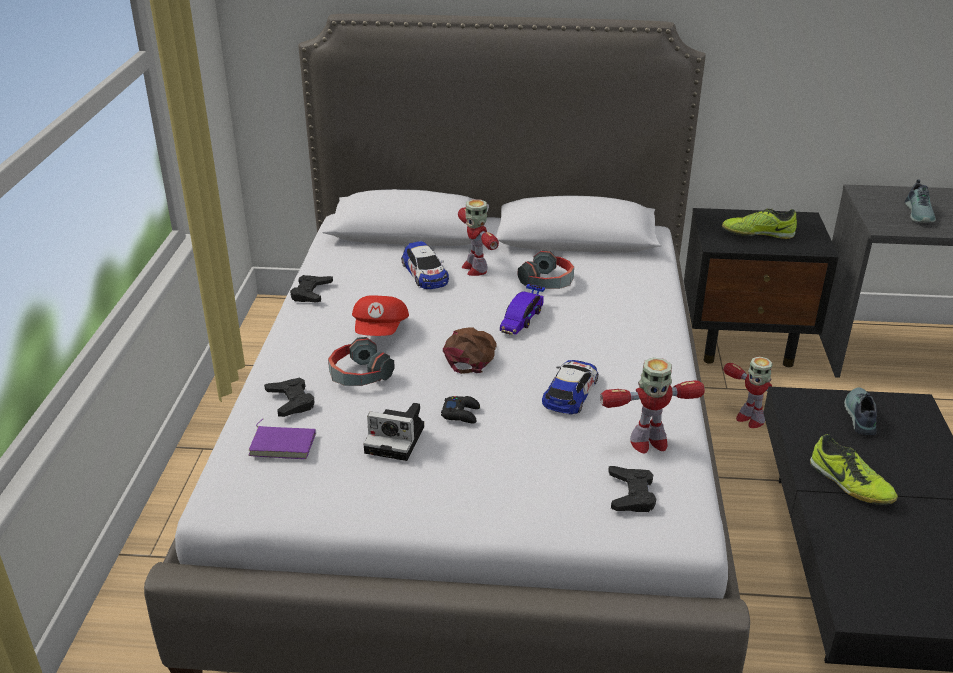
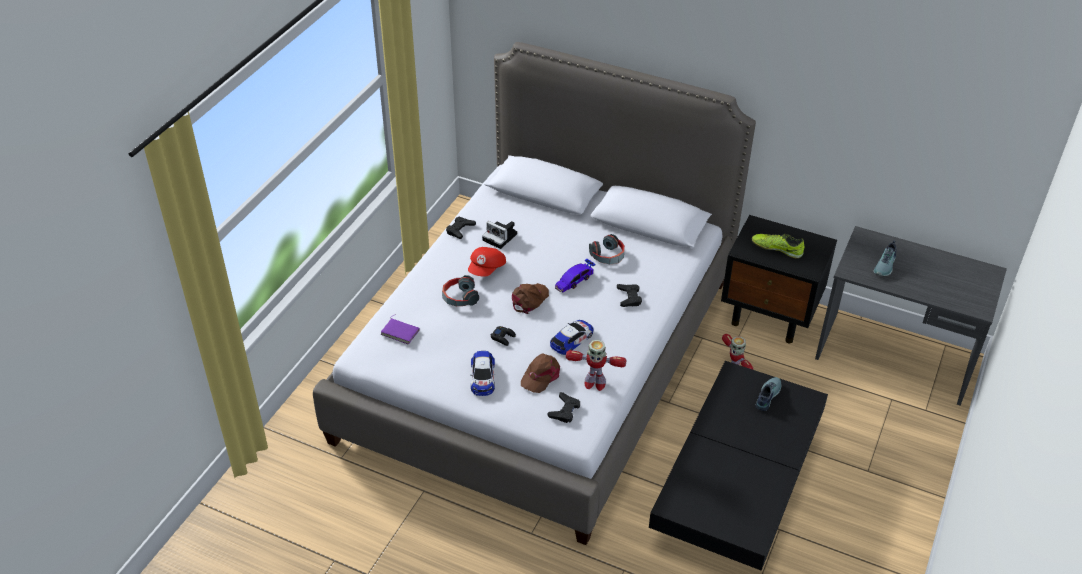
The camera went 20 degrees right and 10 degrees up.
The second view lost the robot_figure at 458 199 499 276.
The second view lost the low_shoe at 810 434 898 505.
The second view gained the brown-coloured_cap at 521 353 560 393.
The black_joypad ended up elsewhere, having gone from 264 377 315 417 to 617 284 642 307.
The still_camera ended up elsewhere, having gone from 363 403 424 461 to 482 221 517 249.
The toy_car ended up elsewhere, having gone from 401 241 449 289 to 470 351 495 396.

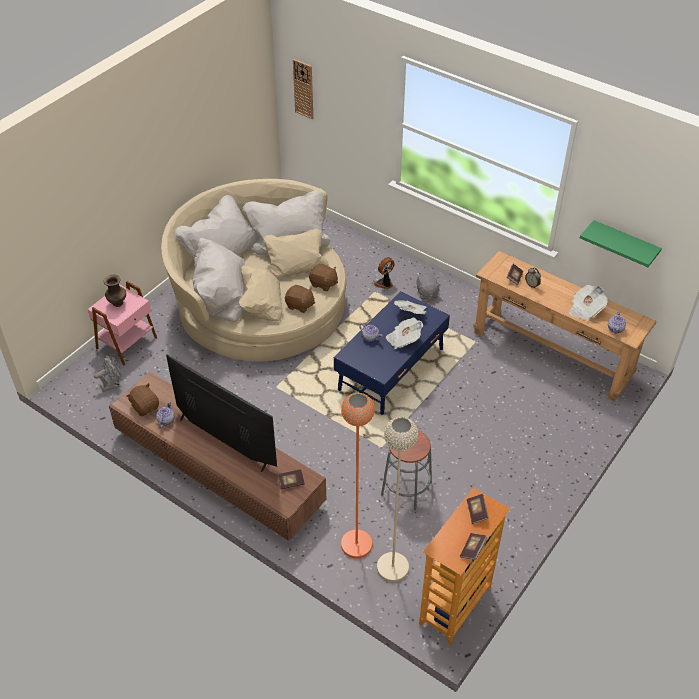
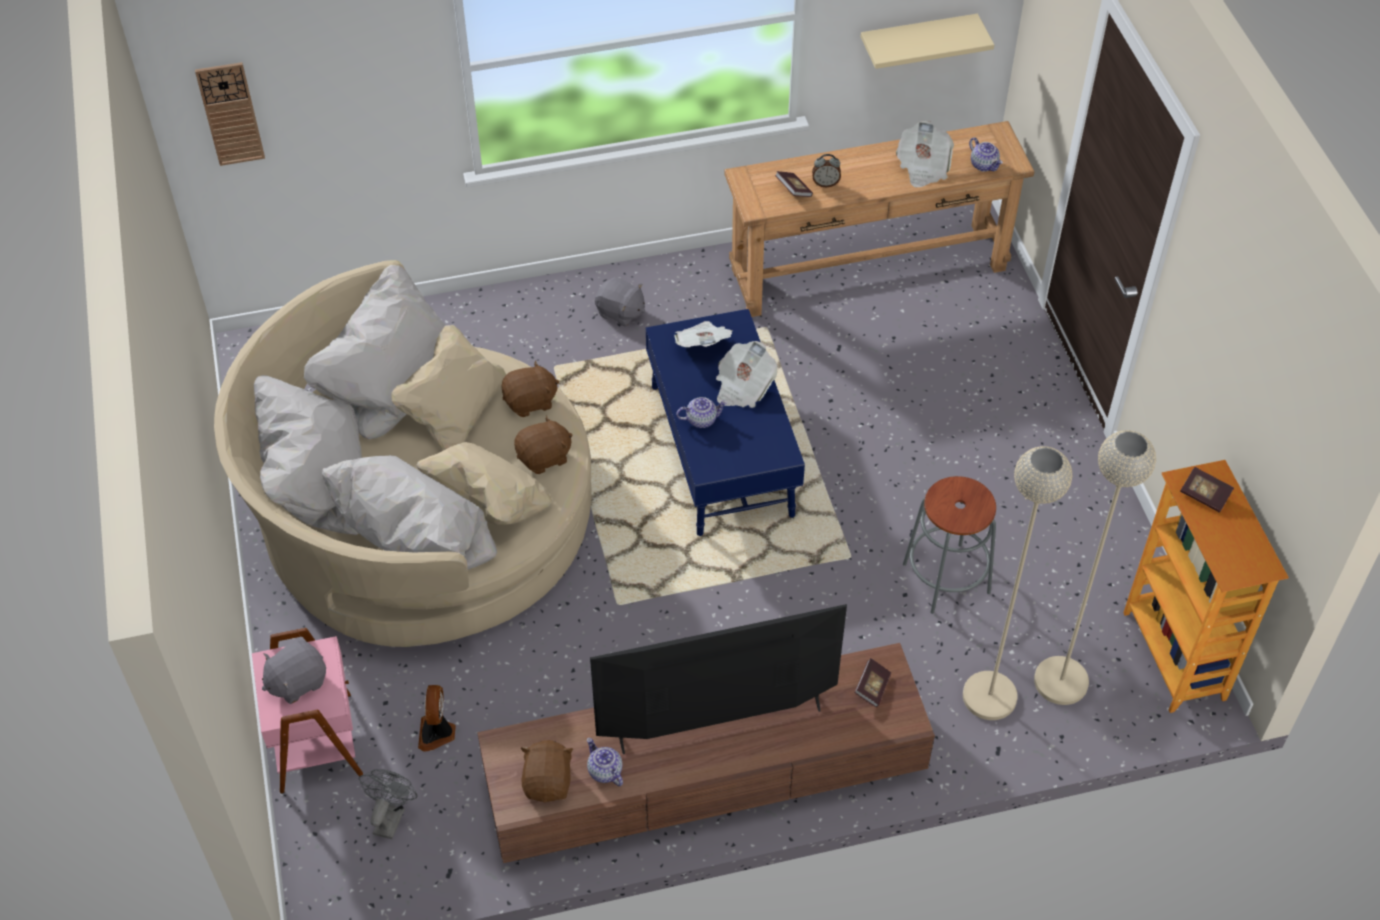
The camera went 50 degrees left and 5 degrees up.
The second view lost the book at 460 533 487 560.
The fan ended up elsewhere, having gone from 374 257 395 289 to 418 685 456 752.
Where the brown-coloured_vase stood at 104 275 126 307, the greyish_cuddly_toy came to stand at 262 641 326 704.
What was the orangey_standard_lamp at 341 393 375 558 turned into the sand-coloured_standard_lamp at 963 446 1072 720.
What was the green-coloured_bracket_shelf at 580 220 662 267 turned into the sand-coloured_bracket_shelf at 861 14 994 69.
The brown-coloured_cuddly_toy at 126 383 159 416 ended up facing another way, 90 degrees clockwise from before.

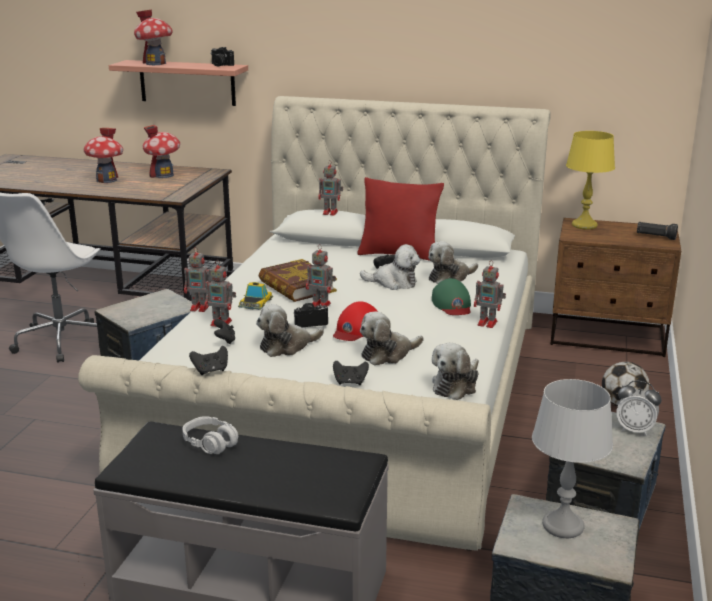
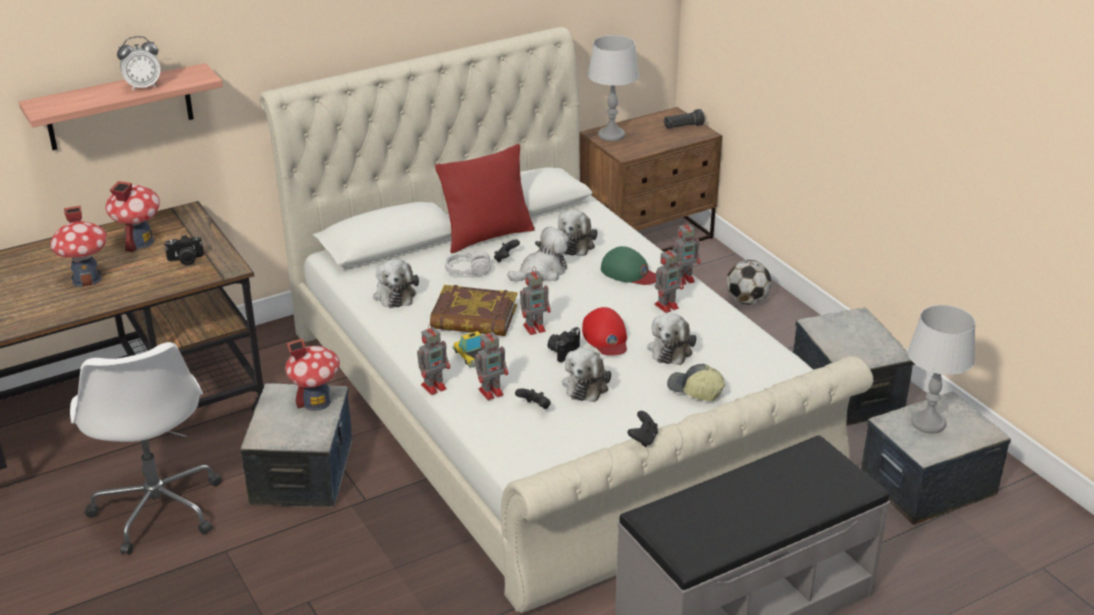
The camera went 45 degrees left and 10 degrees up.
The toy_house ended up elsewhere, having gone from 134 10 173 65 to 285 338 340 411.
The greyish_headphones ended up elsewhere, having gone from 182 416 238 454 to 445 251 491 276.
The still_camera ended up elsewhere, having gone from 211 47 234 66 to 165 235 204 266.
The robot_figure ended up elsewhere, having gone from 318 160 343 215 to 655 246 684 313.
The cuddly_toy ended up elsewhere, having gone from 432 343 479 400 to 373 259 419 308.
The alarm_clock ended up elsewhere, having gone from 616 381 661 436 to 117 36 161 91.
Where the black_joypad stood at 333 361 369 385, the cap came to stand at 667 364 726 401.
What was the yellowish_lamp_for_a_table at 566 131 615 229 turned into the greyish_lamp_for_a_table at 588 35 639 141.

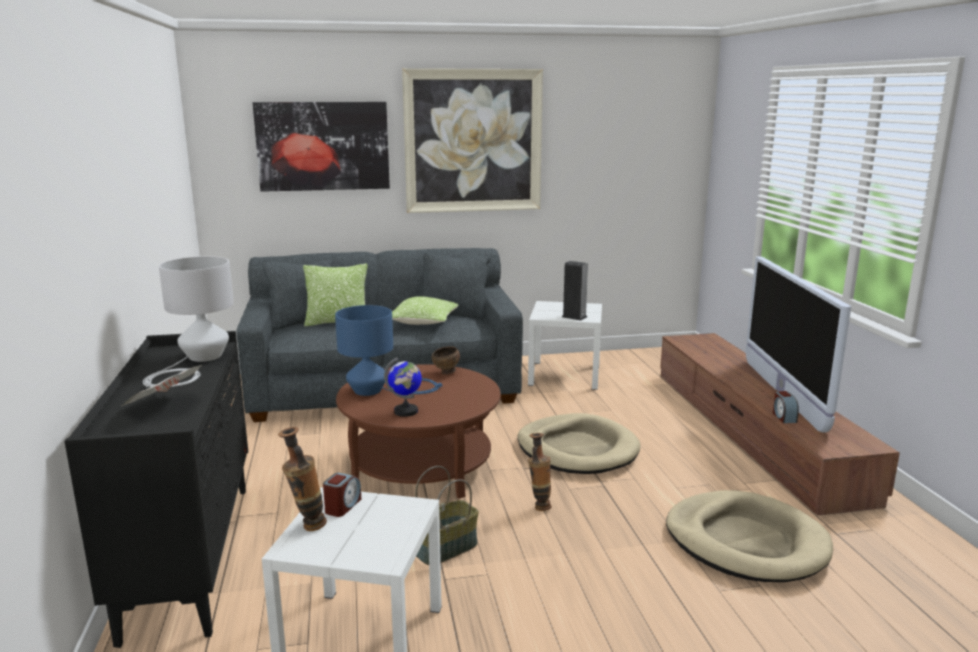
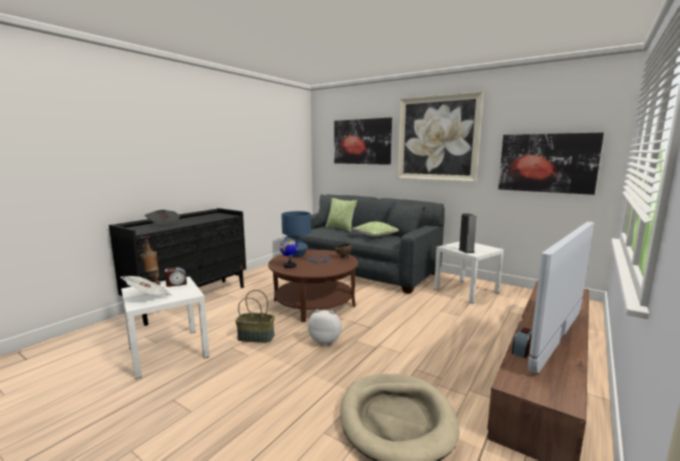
The camera went 45 degrees right and 5 degrees down.
The second view lost the white_lamp_for_a_table at 143 256 234 388.
The second view lost the sand-coloured_pet_bed at 518 413 641 474.
The second view gained the newspaper at 120 276 173 296.
The second view gained the picture at 498 133 604 195.
Where the vase stood at 528 433 551 511, the cuddly_toy came to stand at 308 309 342 345.

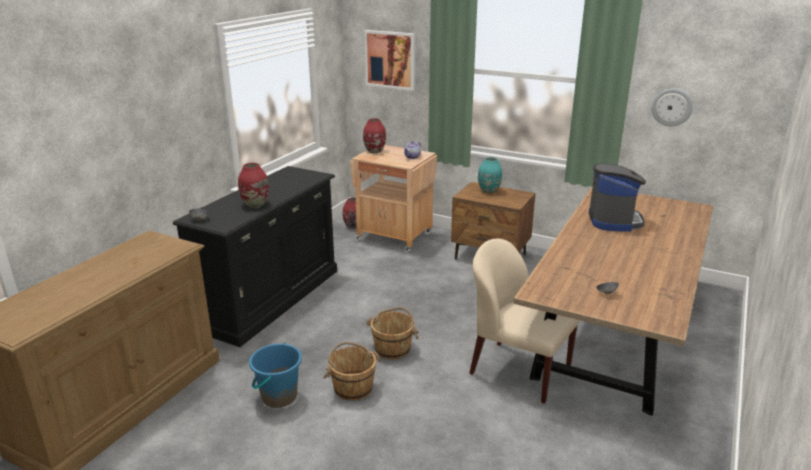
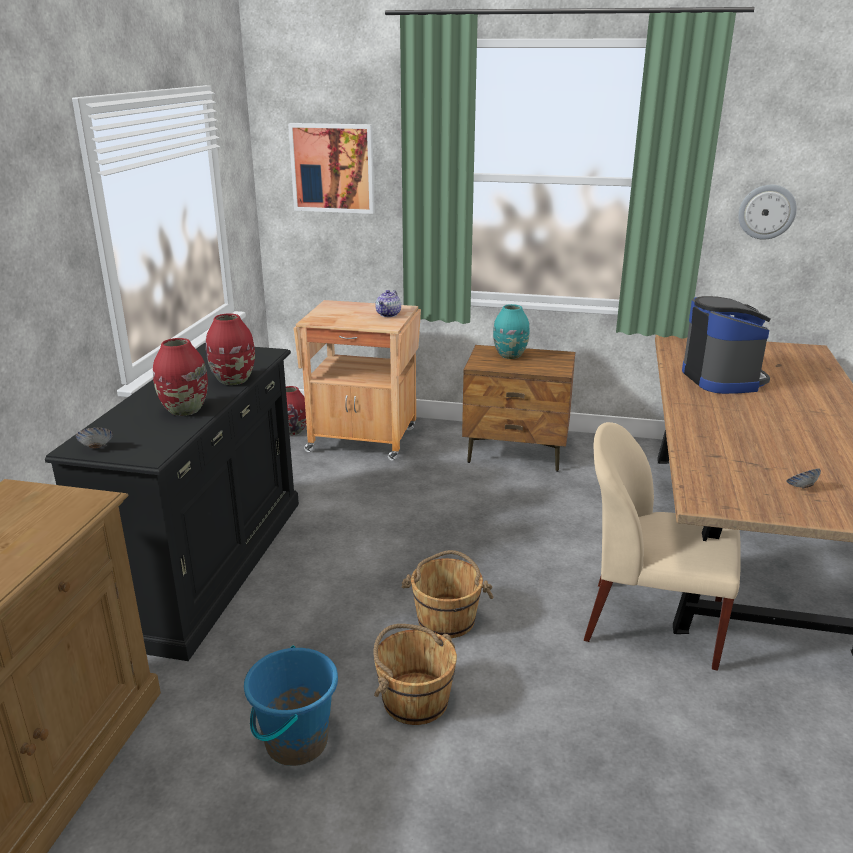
The camera went 15 degrees left and 0 degrees up.
The red-coloured_vase ended up elsewhere, having gone from 363 118 386 153 to 206 313 255 385.

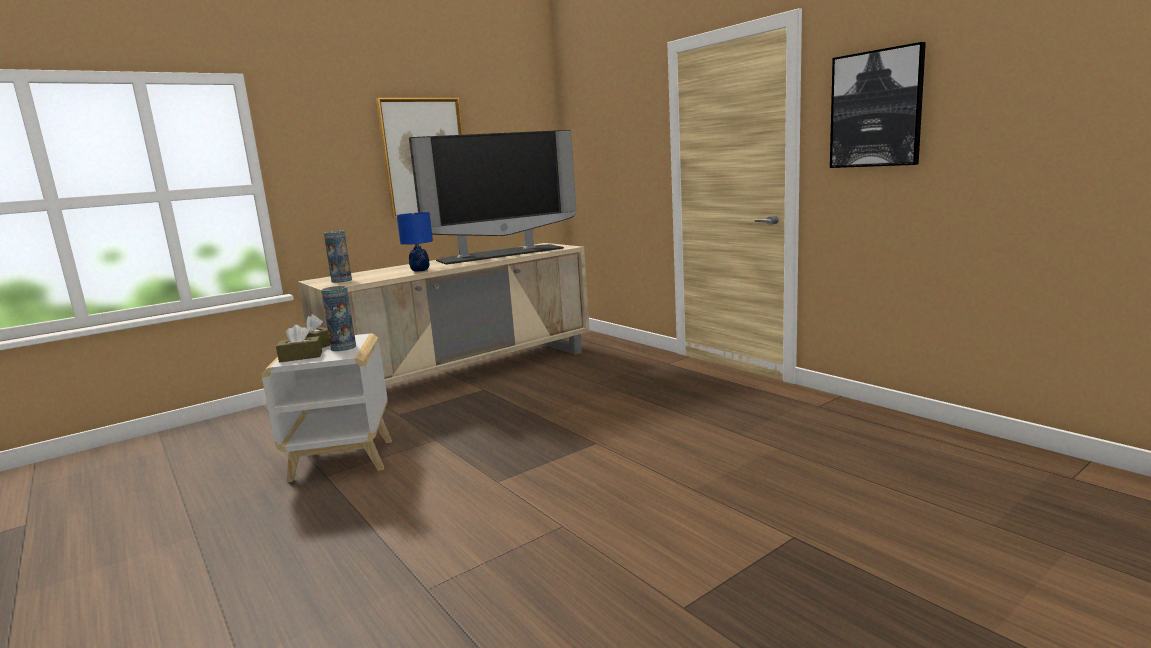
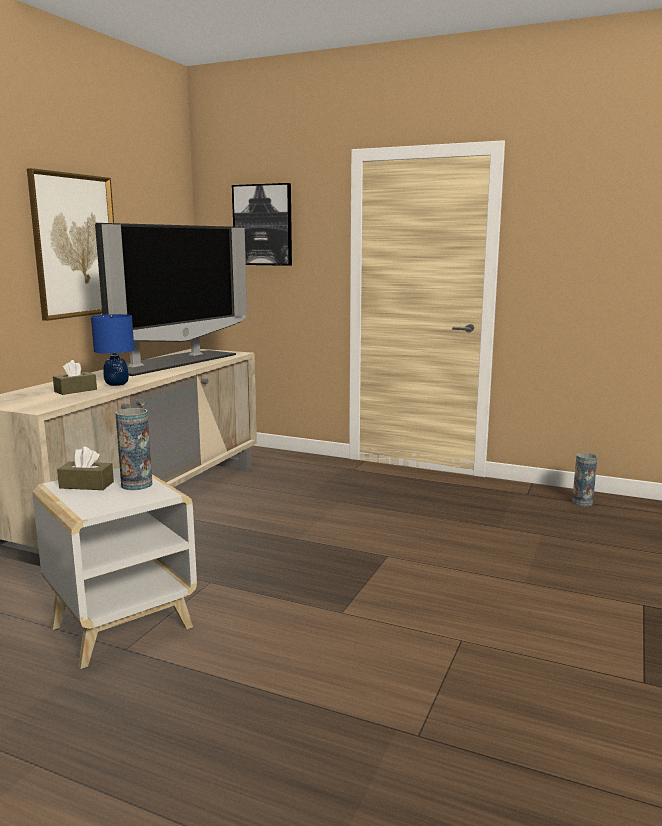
The camera went 30 degrees left and 0 degrees up.
The brown-coloured_tissue_holder ended up elsewhere, having gone from 276 325 322 362 to 53 360 97 395.
The vase ended up elsewhere, having gone from 324 231 352 283 to 572 453 598 506.
The picture ended up elsewhere, having gone from 830 42 926 168 to 232 183 292 266.

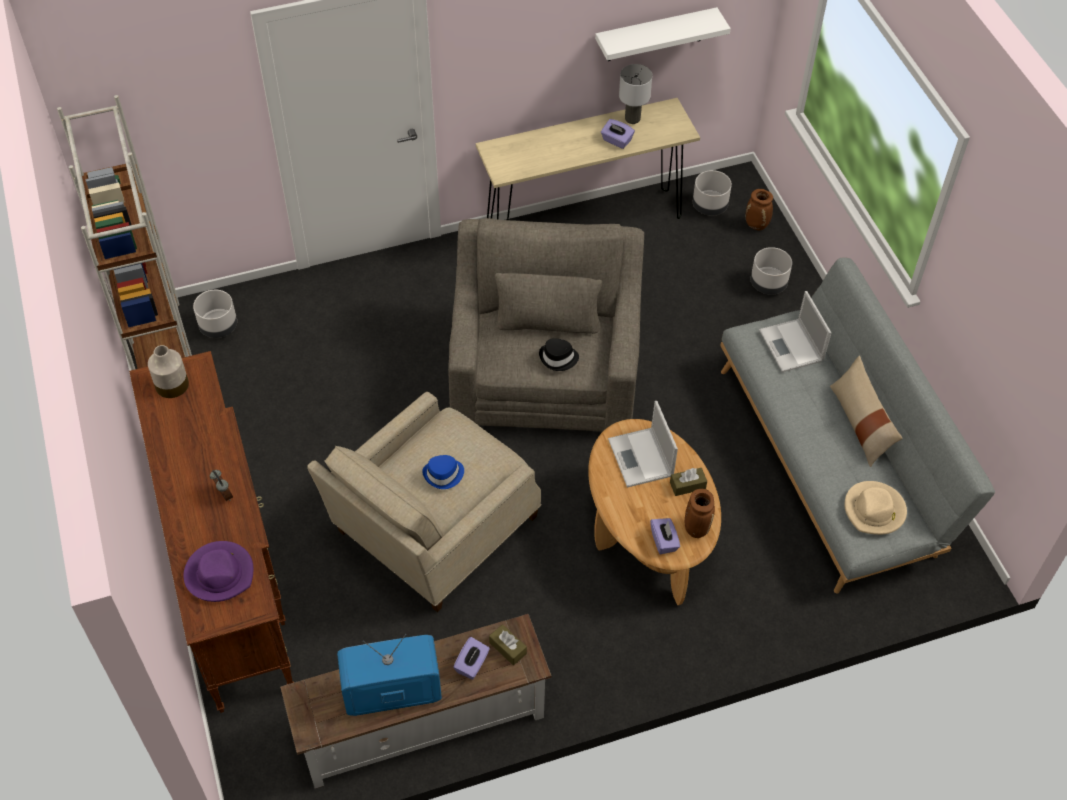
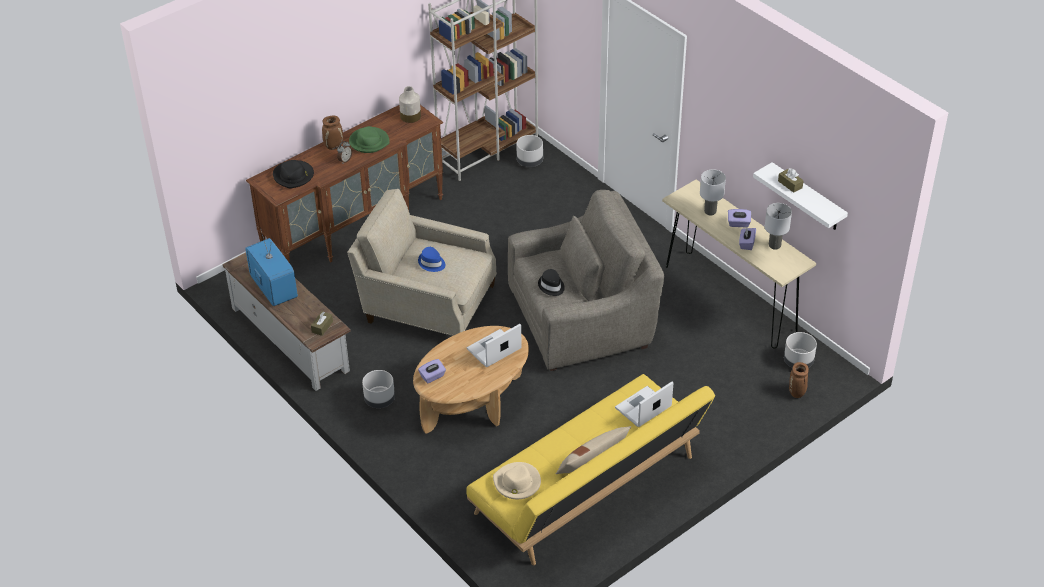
The camera went 70 degrees right and 10 degrees down.
The second view gained the green-coloured_hat at 349 126 390 153.
The second view gained the white_lamp_for_a_table at 700 169 726 215.
The purple-coloured_tissue_holder ended up elsewhere, having gone from 453 637 490 680 to 728 209 751 227.
The brown-coloured_tissue_holder ended up elsewhere, having gone from 670 468 707 496 to 778 168 804 193.
The brown-coloured_vase ended up elsewhere, having gone from 685 489 715 538 to 322 116 343 150.
The greyish_plant_pot ended up elsewhere, having gone from 751 247 792 295 to 362 370 395 408.
What was the purple-coloured_hat at 184 541 253 602 turned into the black_hat at 273 160 314 189.
What was the greyish_sofa at 720 257 995 593 turned into the yellowish_sofa at 466 374 715 565.

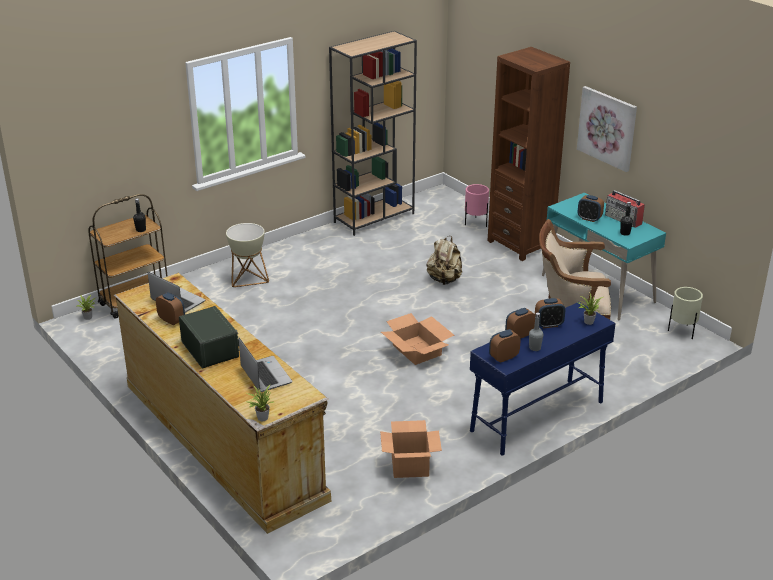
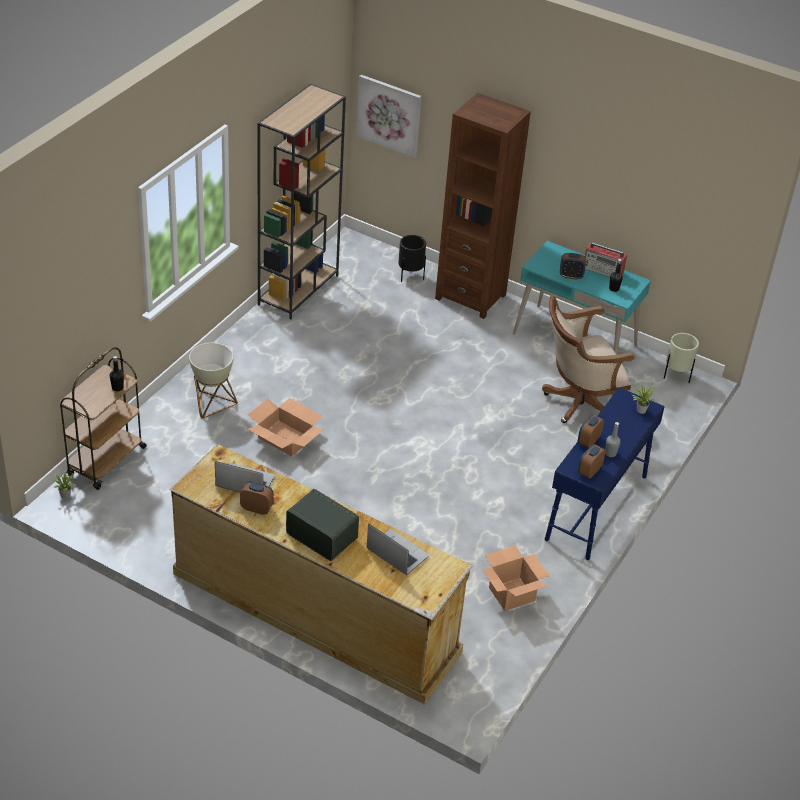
The camera went 25 degrees left and 10 degrees up.
The second view lost the potted_plant at 246 385 274 421.
The second view lost the sand-coloured_rucksack at 426 236 462 285.
The second view lost the alarm_clock at 535 298 565 328.
The carton ended up elsewhere, having gone from 381 313 454 365 to 248 398 324 457.
The picture ended up elsewhere, having gone from 577 86 637 172 to 356 75 421 158.
What was the pinkish_plant_pot at 465 184 489 227 turned into the black_plant_pot at 398 235 426 282.

